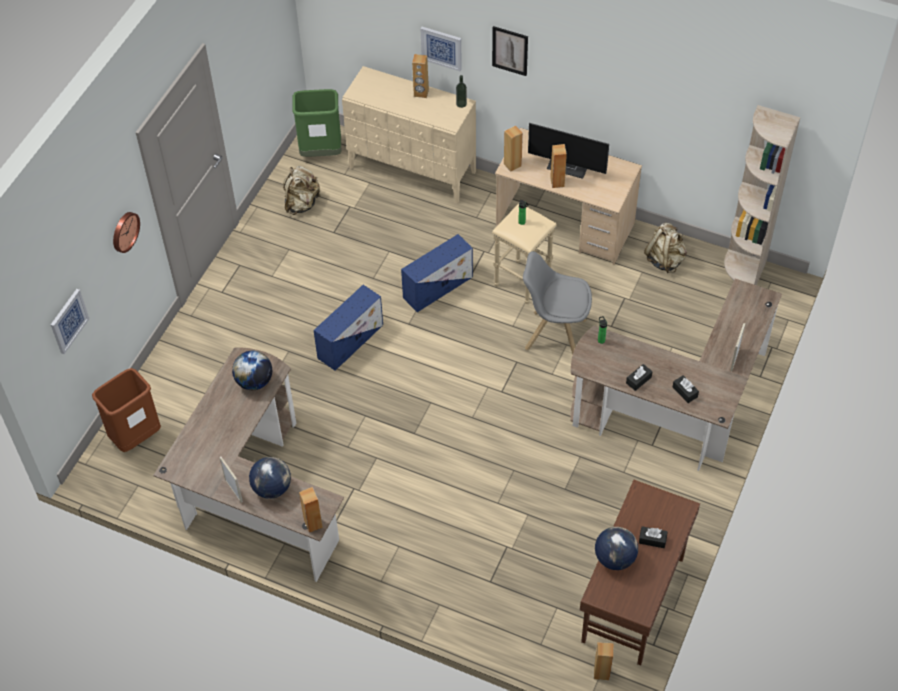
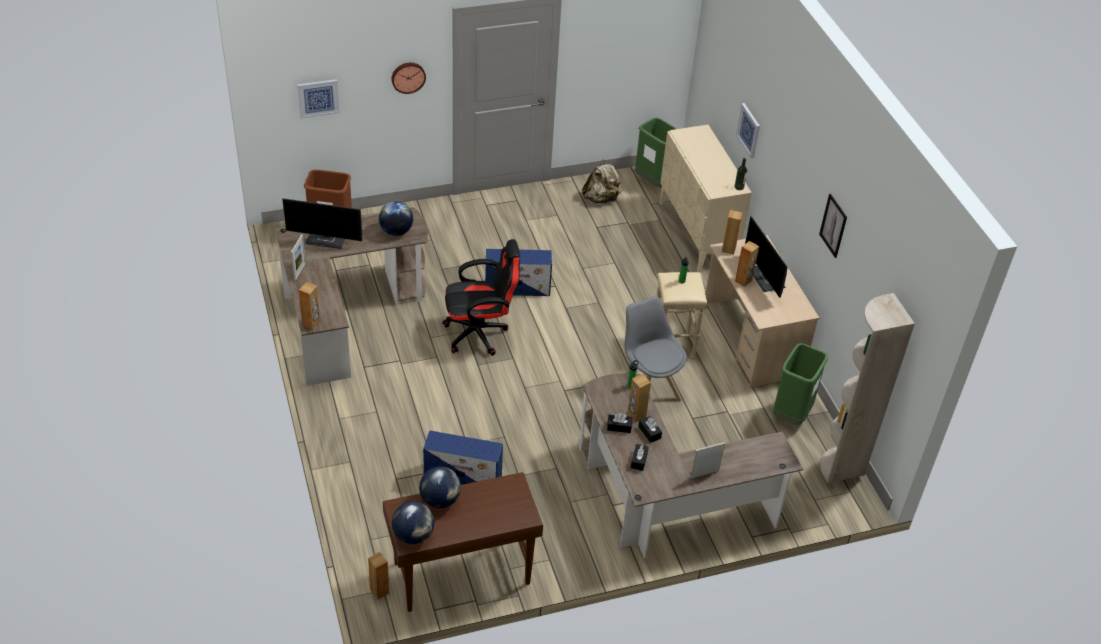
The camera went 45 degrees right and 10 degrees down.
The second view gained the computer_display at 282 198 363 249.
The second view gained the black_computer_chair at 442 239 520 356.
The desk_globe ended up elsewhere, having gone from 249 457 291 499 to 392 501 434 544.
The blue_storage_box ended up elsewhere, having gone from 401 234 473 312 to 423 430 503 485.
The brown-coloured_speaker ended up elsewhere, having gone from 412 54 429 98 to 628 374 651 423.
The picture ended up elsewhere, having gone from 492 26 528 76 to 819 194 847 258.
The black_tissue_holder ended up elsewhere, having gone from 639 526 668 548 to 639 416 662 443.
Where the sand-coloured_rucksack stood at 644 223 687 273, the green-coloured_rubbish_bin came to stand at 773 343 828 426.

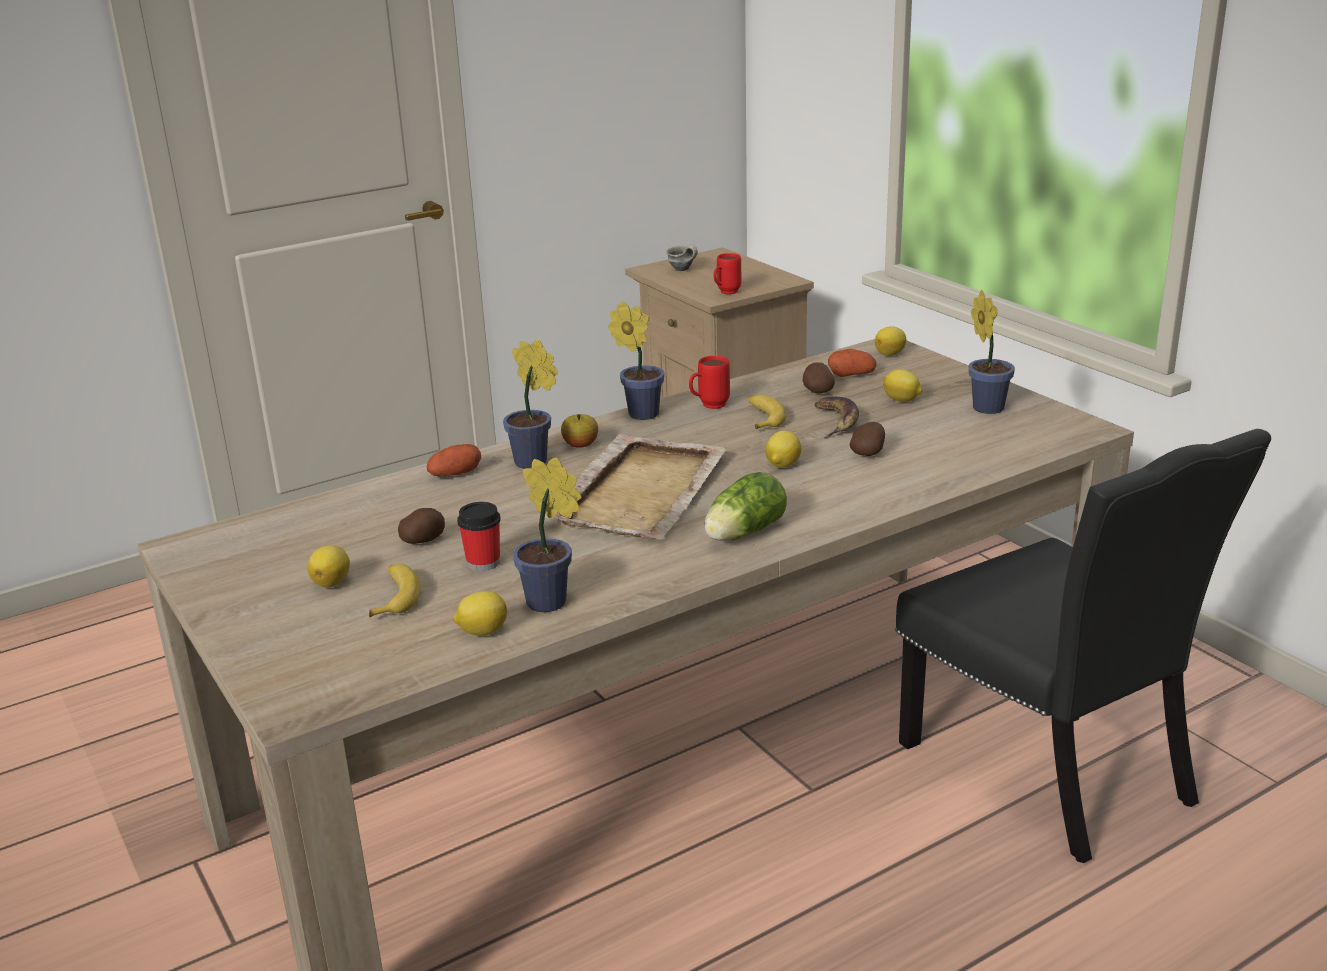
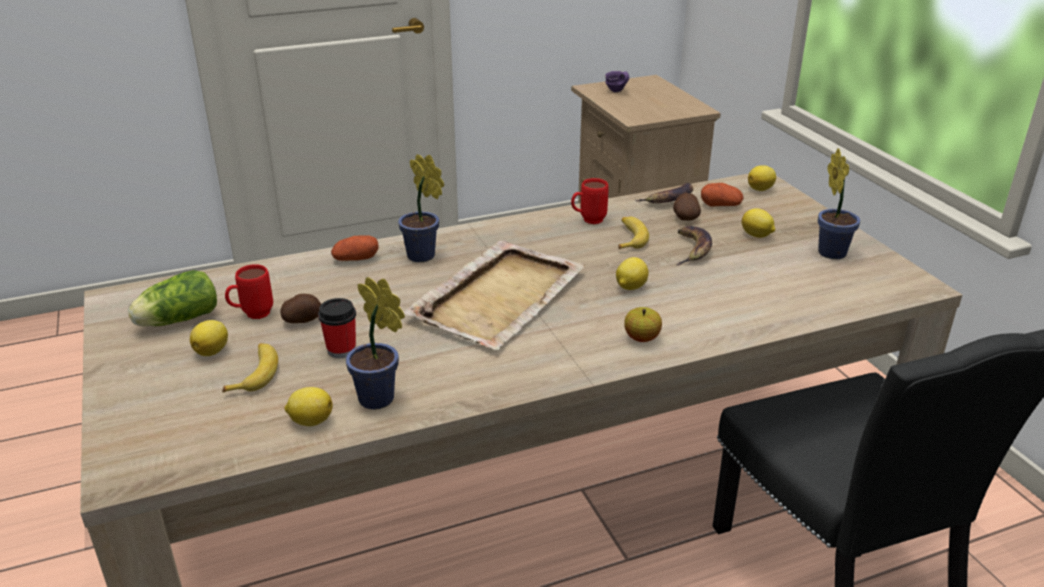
The camera went 10 degrees right and 5 degrees up.
The second view lost the potted_plant at 608 301 664 420.
The second view lost the potato at 850 422 885 456.
The second view gained the whole_banana at 636 183 693 203.
The whole_apple ended up elsewhere, having gone from 561 414 598 448 to 624 307 662 342.
The head_of_lettuce ended up elsewhere, having gone from 704 472 787 541 to 128 270 217 326.
The red-coloured_mug ended up elsewhere, having gone from 714 253 741 294 to 225 264 273 319.
What was the greyish_mug at 666 245 698 271 turned into the purple-coloured_mug at 605 71 629 92.

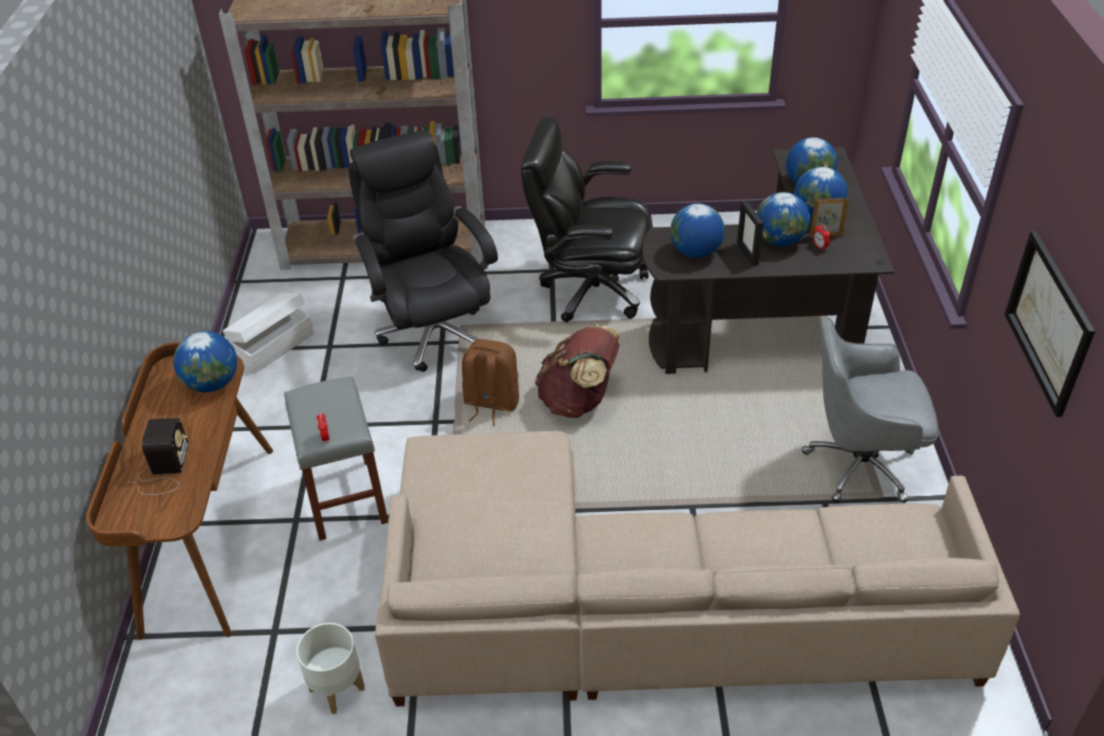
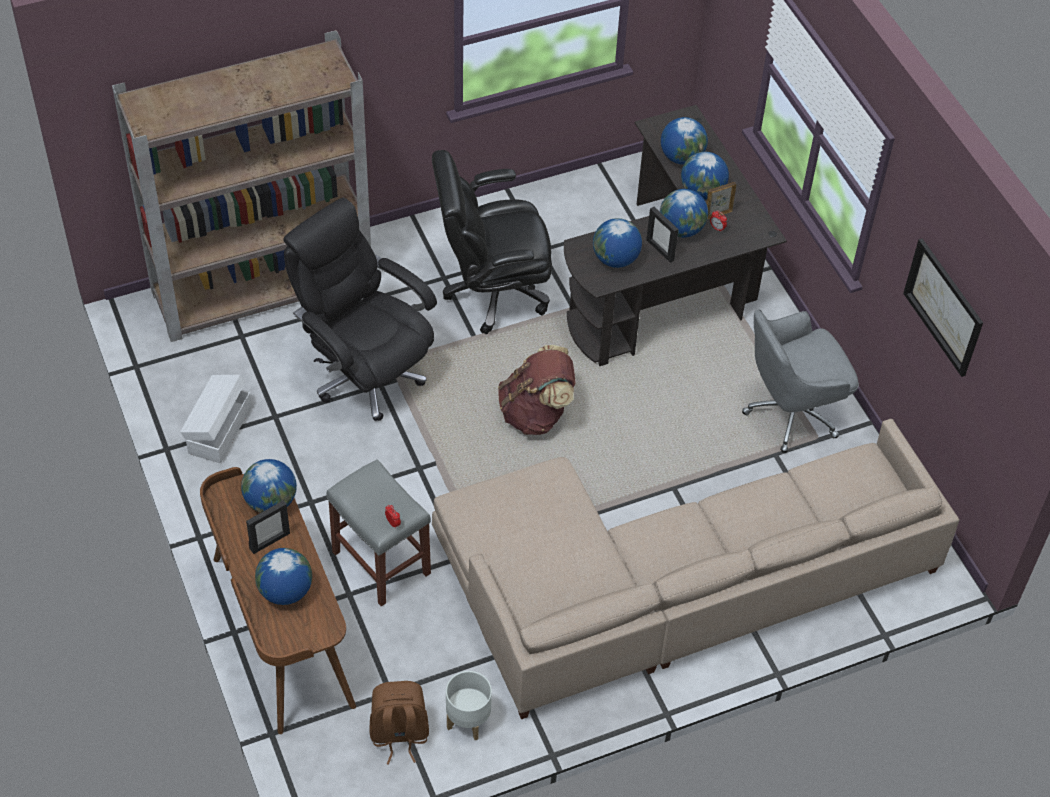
The camera went 25 degrees left and 10 degrees up.
The second view gained the photo_frame at 246 500 290 554.
The brown-coloured_rucksack ended up elsewhere, having gone from 462 339 519 426 to 369 681 429 765.
Where the radio_receiver stood at 131 418 189 495, the desk_globe came to stand at 255 548 312 605.

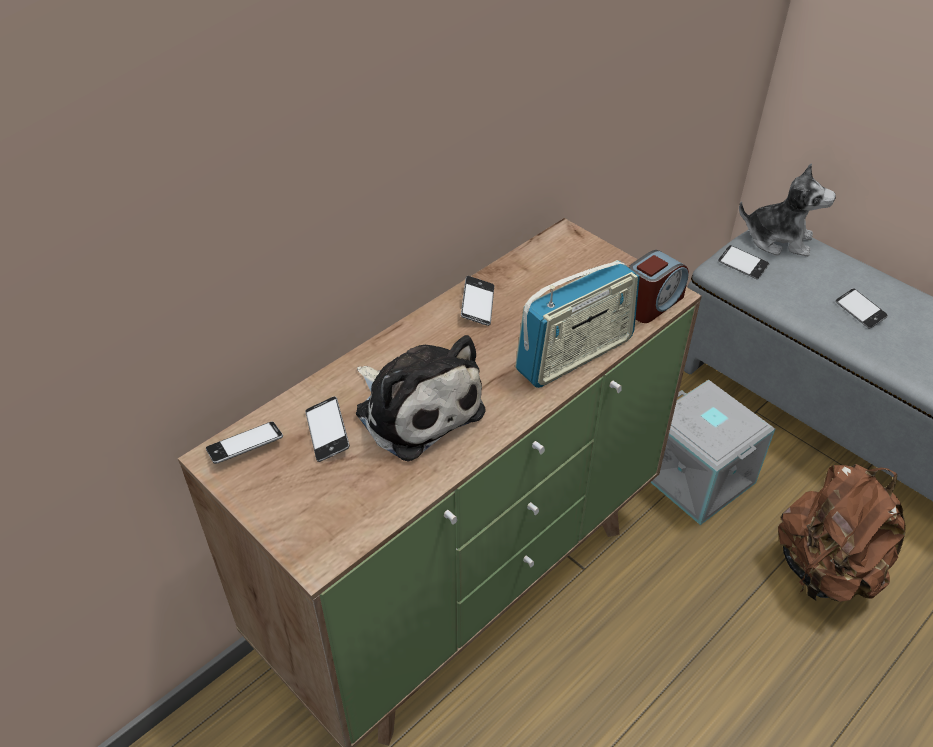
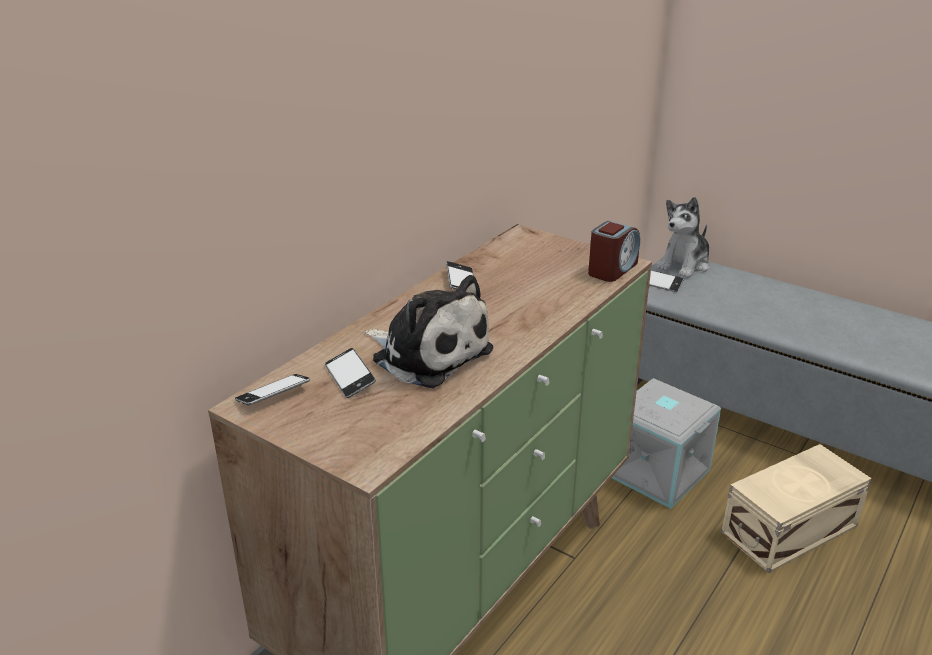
The camera went 10 degrees left and 15 degrees down.
The second view lost the radio_receiver at 515 260 640 388.
The second view lost the handset at 836 288 888 329.
Where the brown-coloured_rucksack stood at 778 464 906 602, the sand-coloured_storage_box came to stand at 721 444 872 573.
The cuddly_toy at 739 163 836 257 ended up facing another way, 120 degrees clockwise from before.

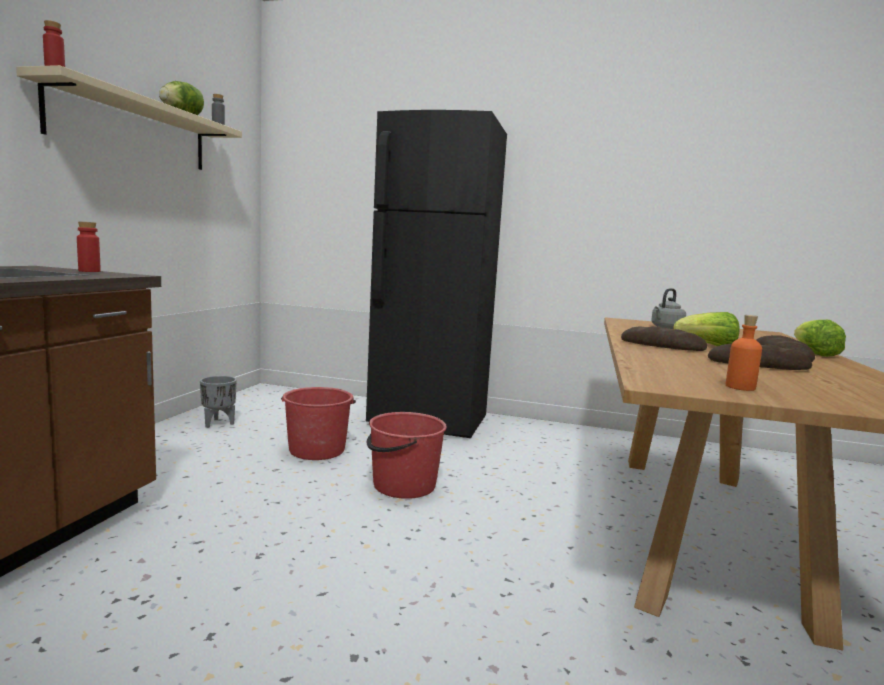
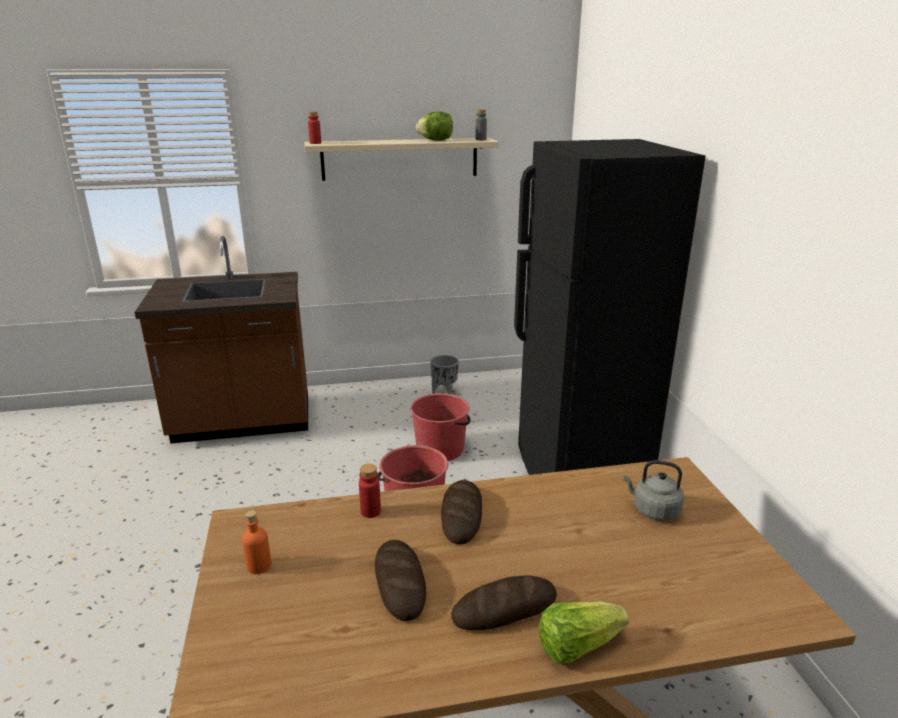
The camera went 65 degrees right and 15 degrees up.
The second view lost the head_of_lettuce at 673 312 739 346.
The red-coloured_drink_bottle ended up elsewhere, having gone from 77 221 101 272 to 359 464 381 518.

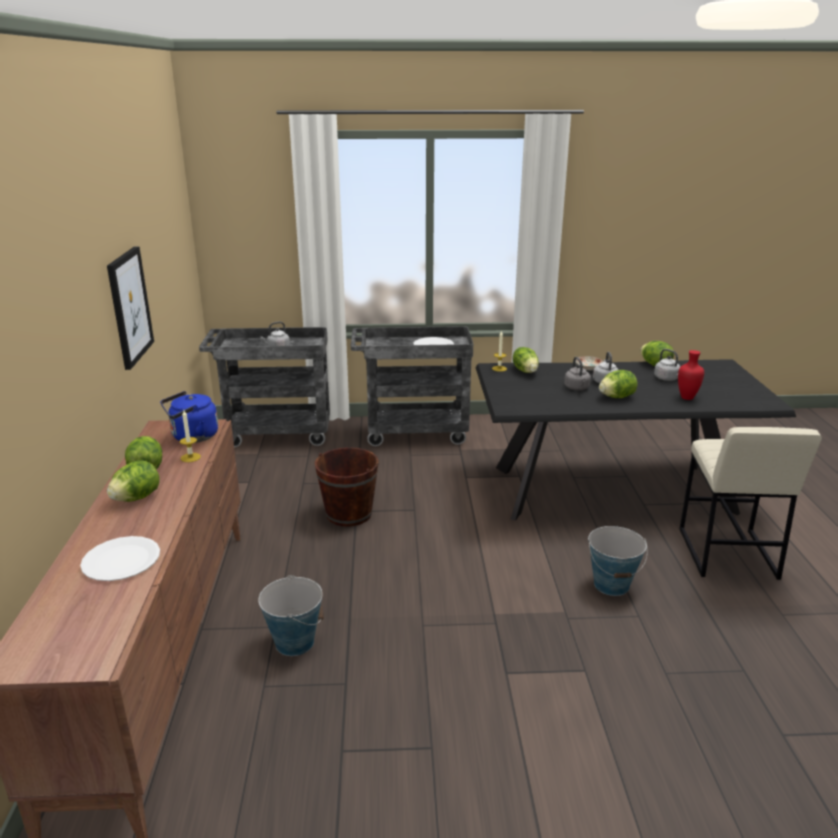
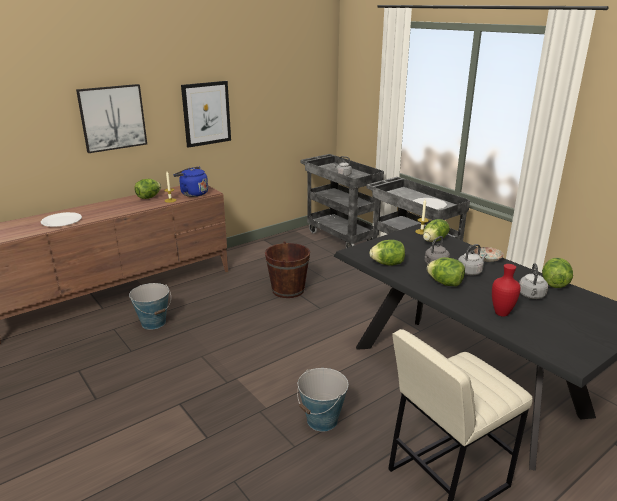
The camera went 55 degrees right and 0 degrees up.
The second view gained the picture at 76 84 147 153.
The head_of_lettuce ended up elsewhere, having gone from 107 461 160 502 to 369 240 405 266.

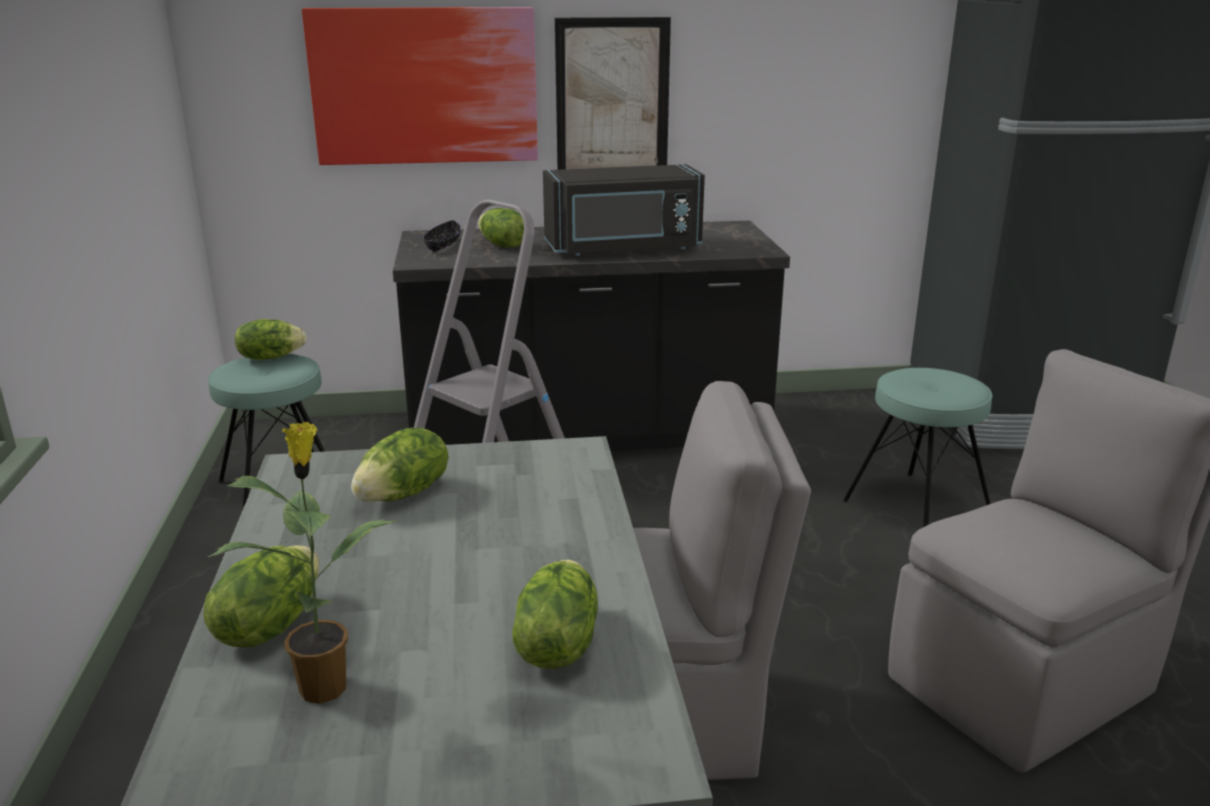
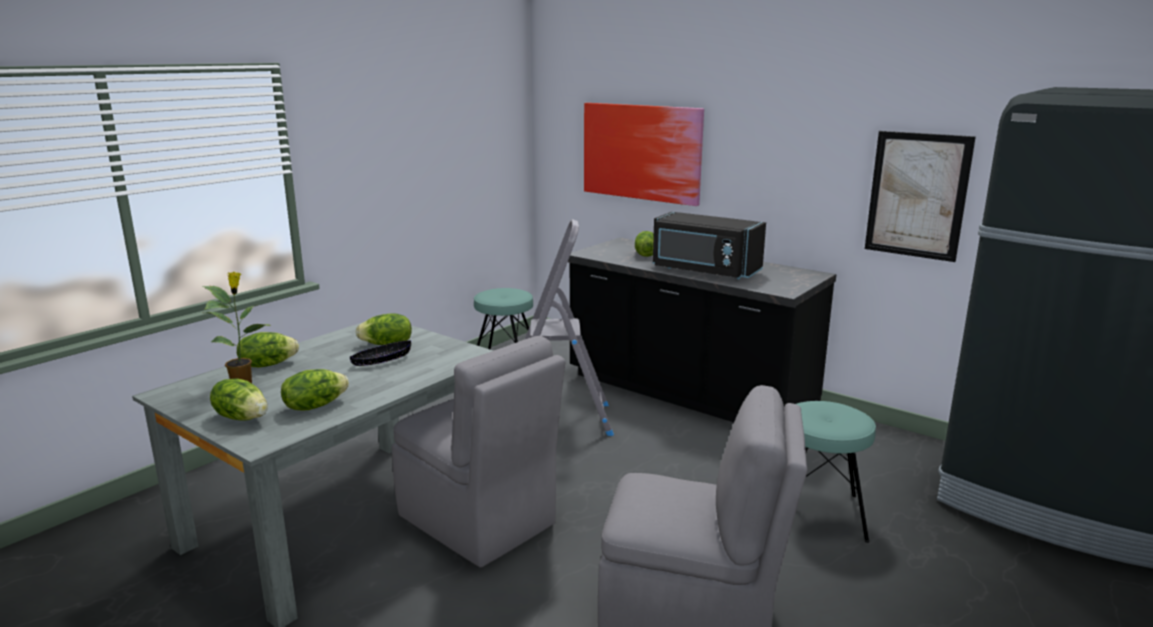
The camera went 45 degrees right and 5 degrees down.
The head_of_lettuce ended up elsewhere, having gone from 235 319 307 360 to 210 378 268 421.
The black_deep_dish ended up elsewhere, having gone from 424 220 461 252 to 350 340 411 366.
The picture ended up elsewhere, having gone from 555 17 671 170 to 865 131 976 262.

